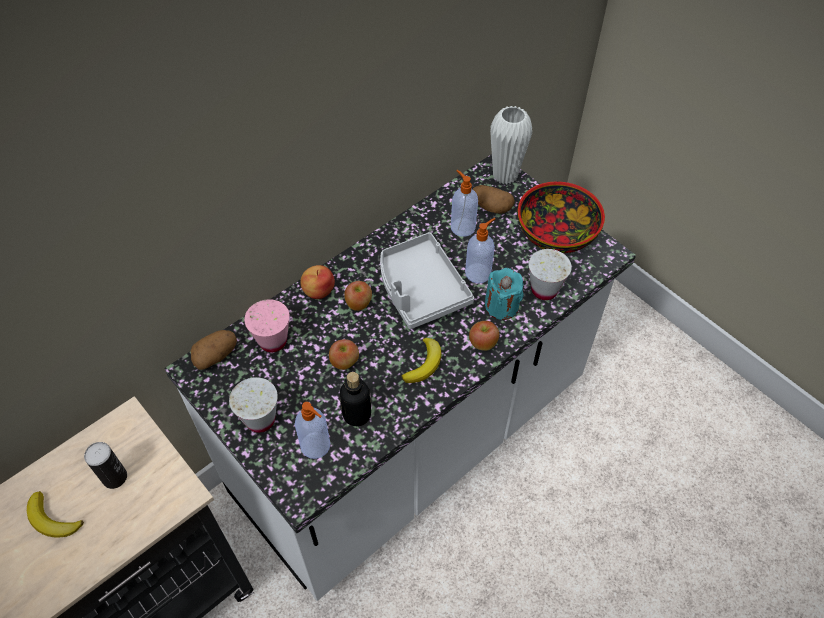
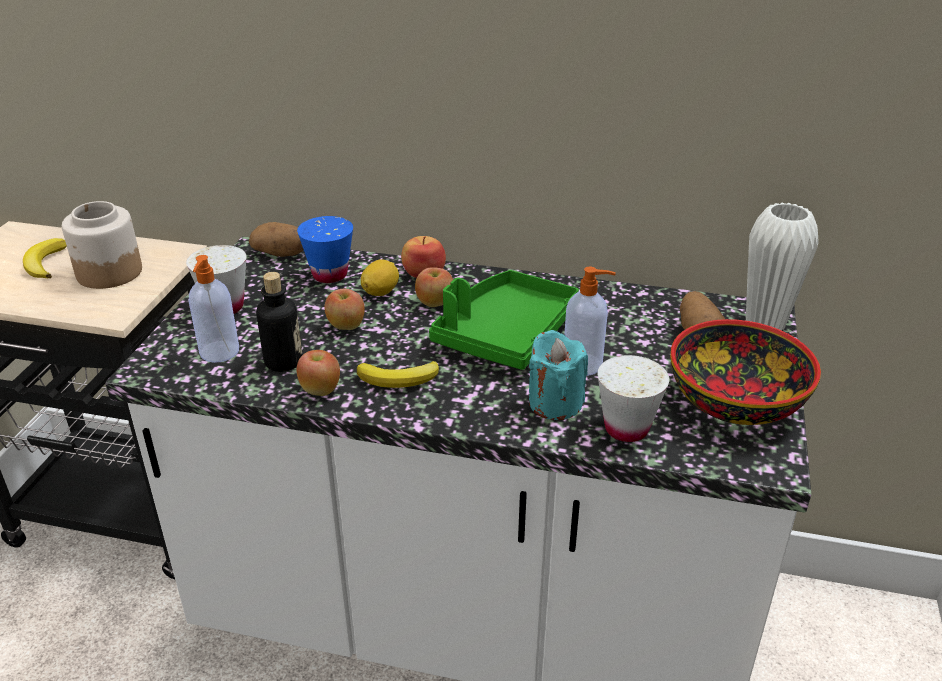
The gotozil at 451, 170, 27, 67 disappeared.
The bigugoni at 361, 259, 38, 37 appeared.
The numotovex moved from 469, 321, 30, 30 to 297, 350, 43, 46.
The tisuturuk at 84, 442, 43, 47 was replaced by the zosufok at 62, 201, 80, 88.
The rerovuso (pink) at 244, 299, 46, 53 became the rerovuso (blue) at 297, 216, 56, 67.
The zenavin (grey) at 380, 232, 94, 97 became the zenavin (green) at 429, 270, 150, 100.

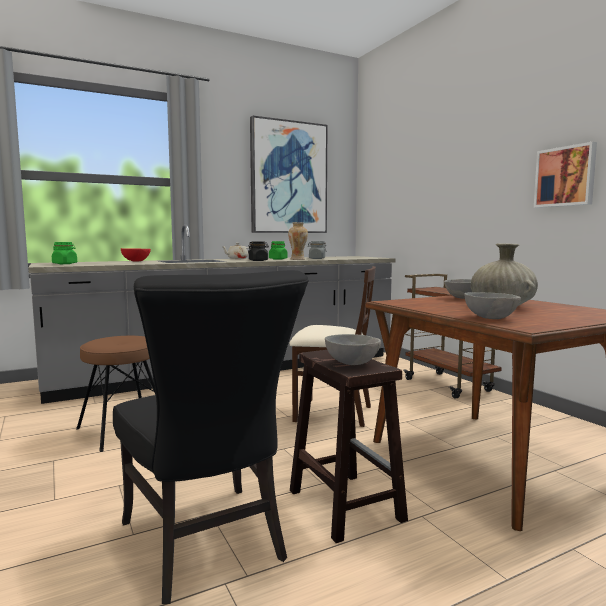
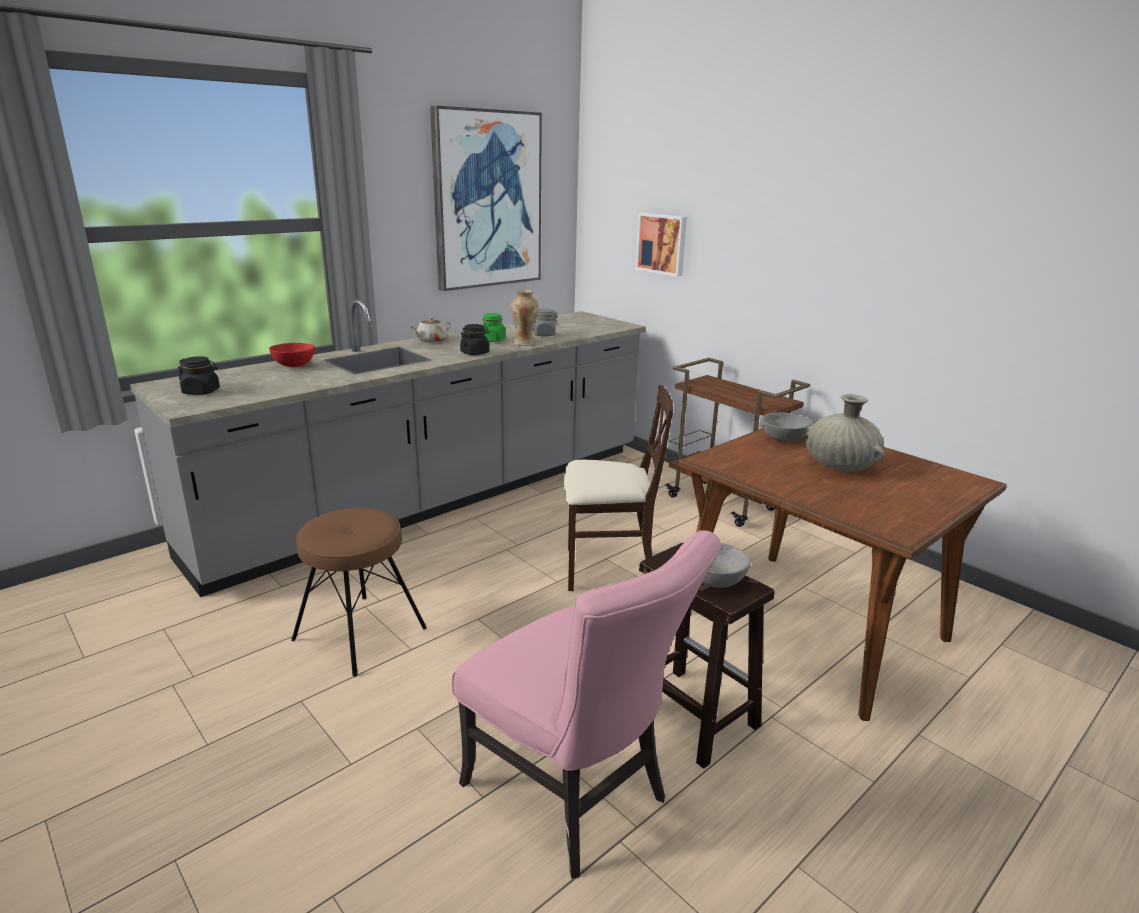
The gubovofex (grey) at 465, 292, 56, 27 disappeared.
The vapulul moved from 534, 142, 63, 66 to 636, 213, 51, 64.
The zosufok (green) at 52, 242, 25, 22 became the zosufok (black) at 178, 356, 42, 39.
The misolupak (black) at 113, 270, 196, 334 became the misolupak (pink) at 452, 530, 270, 349.

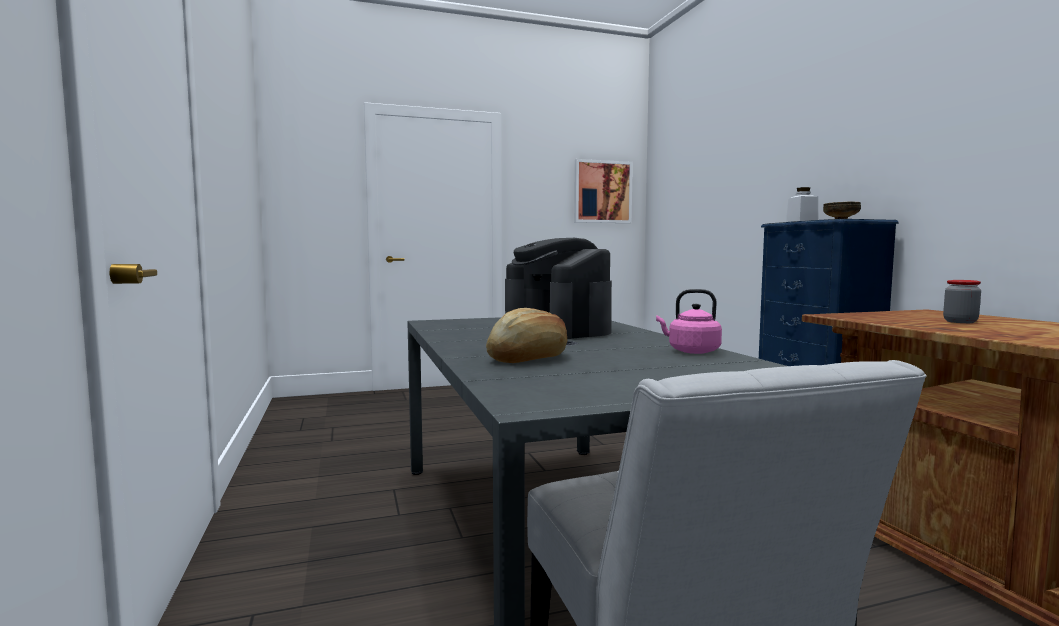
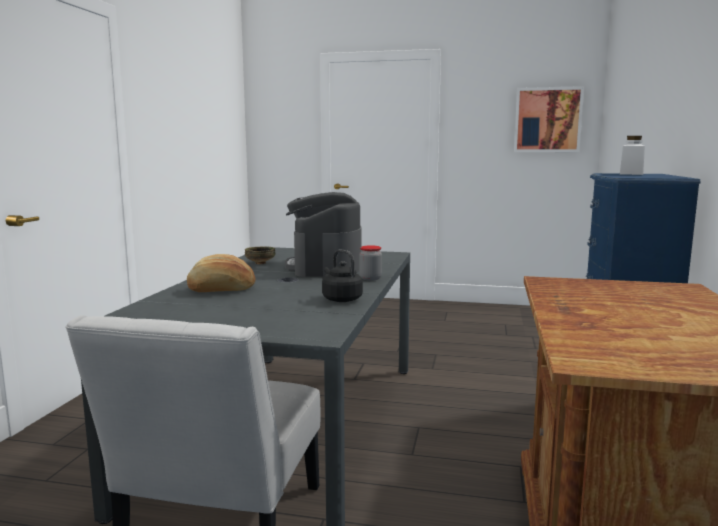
The gubovofex moved from 823, 201, 38, 18 to 245, 247, 30, 17.
The zosufok moved from 943, 280, 38, 43 to 360, 245, 22, 36.
The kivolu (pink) at 656, 289, 66, 65 became the kivolu (black) at 322, 250, 41, 52.

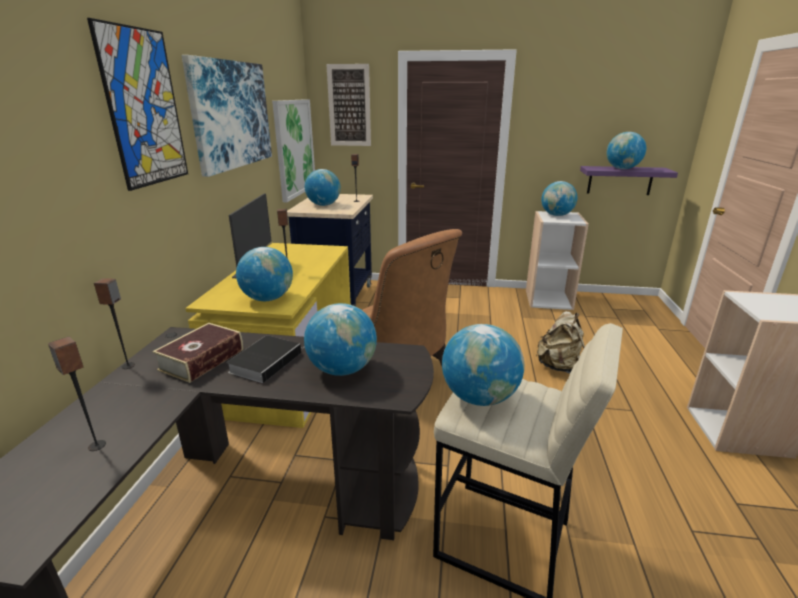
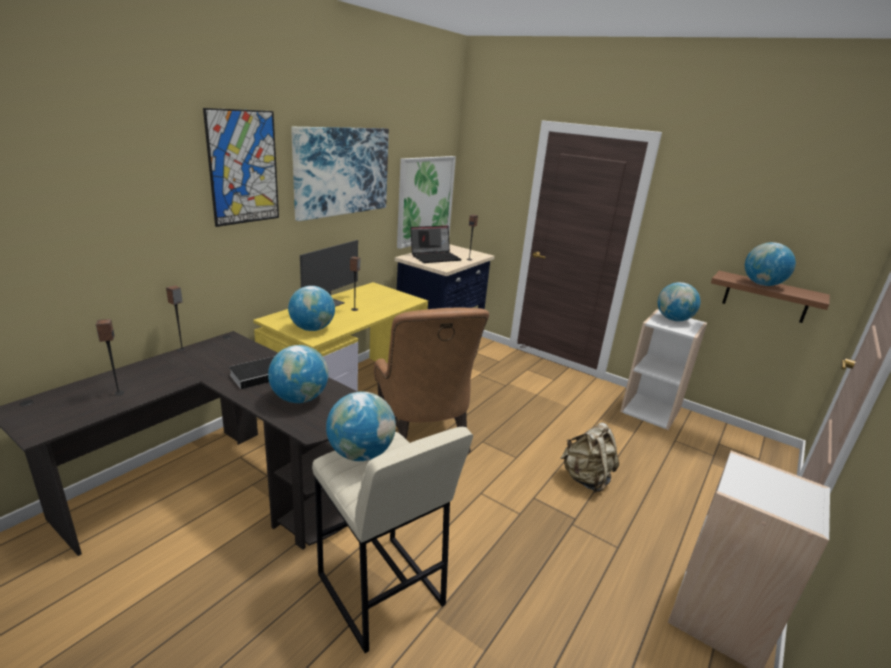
The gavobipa at 152, 323, 91, 60 disappeared.
The vapulul at 326, 64, 45, 82 disappeared.
The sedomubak at 305, 169, 36, 37 was replaced by the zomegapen at 410, 226, 52, 37.
The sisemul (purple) at 580, 166, 98, 29 became the sisemul (brown) at 711, 271, 119, 52.

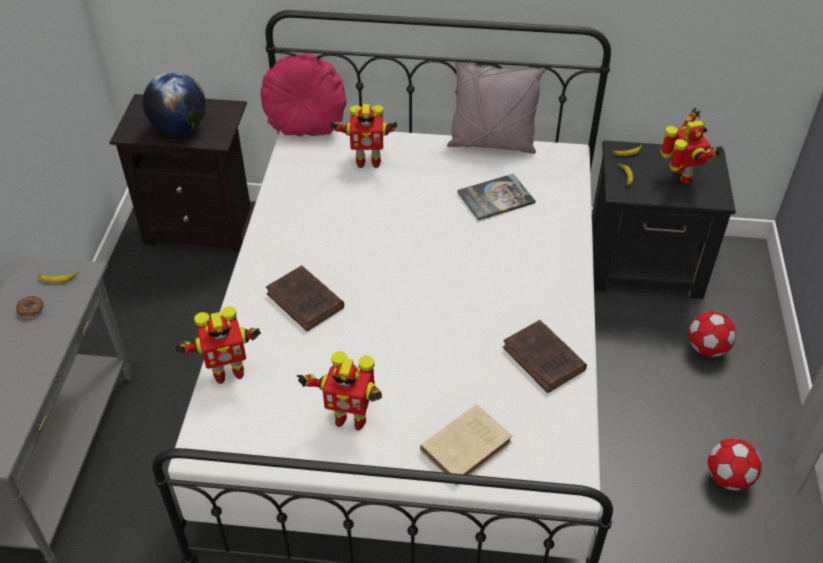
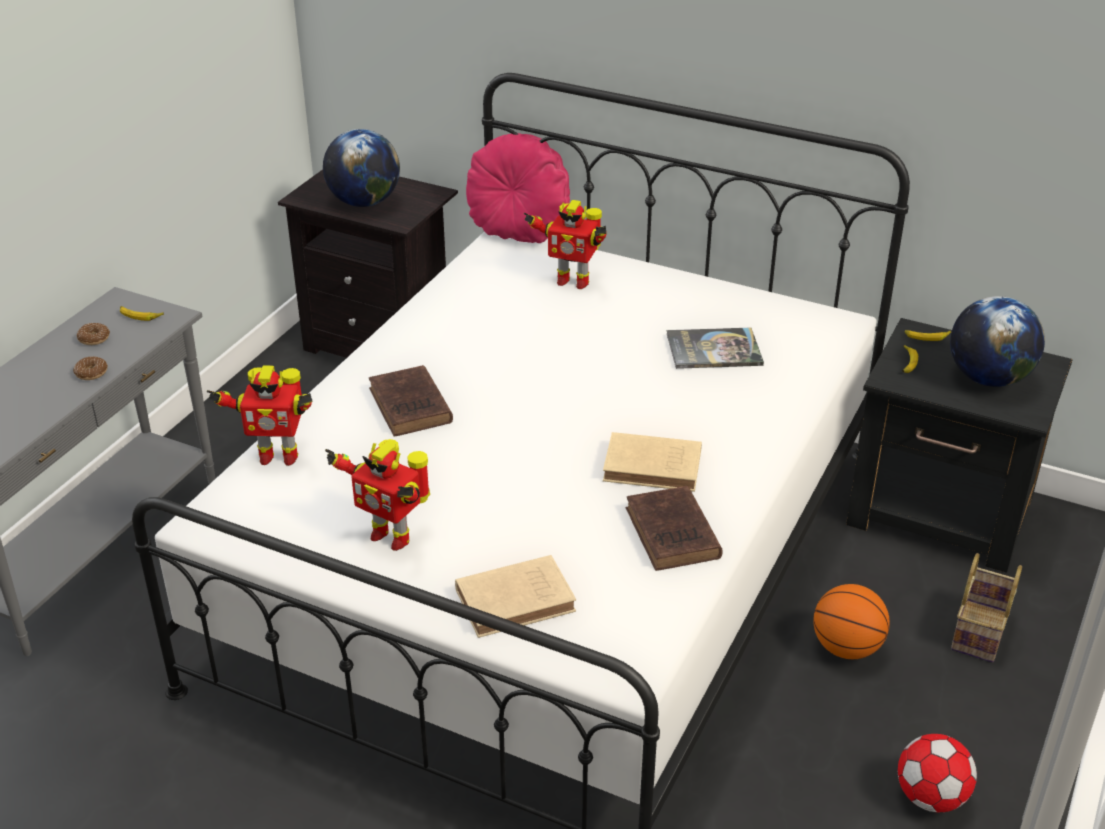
The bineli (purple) at 447, 62, 98, 92 disappeared.
The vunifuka at 73, 357, 35, 23 appeared.
The gavobipa (beige) at 603, 432, 99, 60 appeared.
The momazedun at 813, 584, 77, 75 appeared.
The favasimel at 660, 108, 62, 76 was replaced by the sedomubak at 950, 296, 95, 91.
The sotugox at 689, 311, 47, 46 was replaced by the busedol at 951, 553, 71, 109.

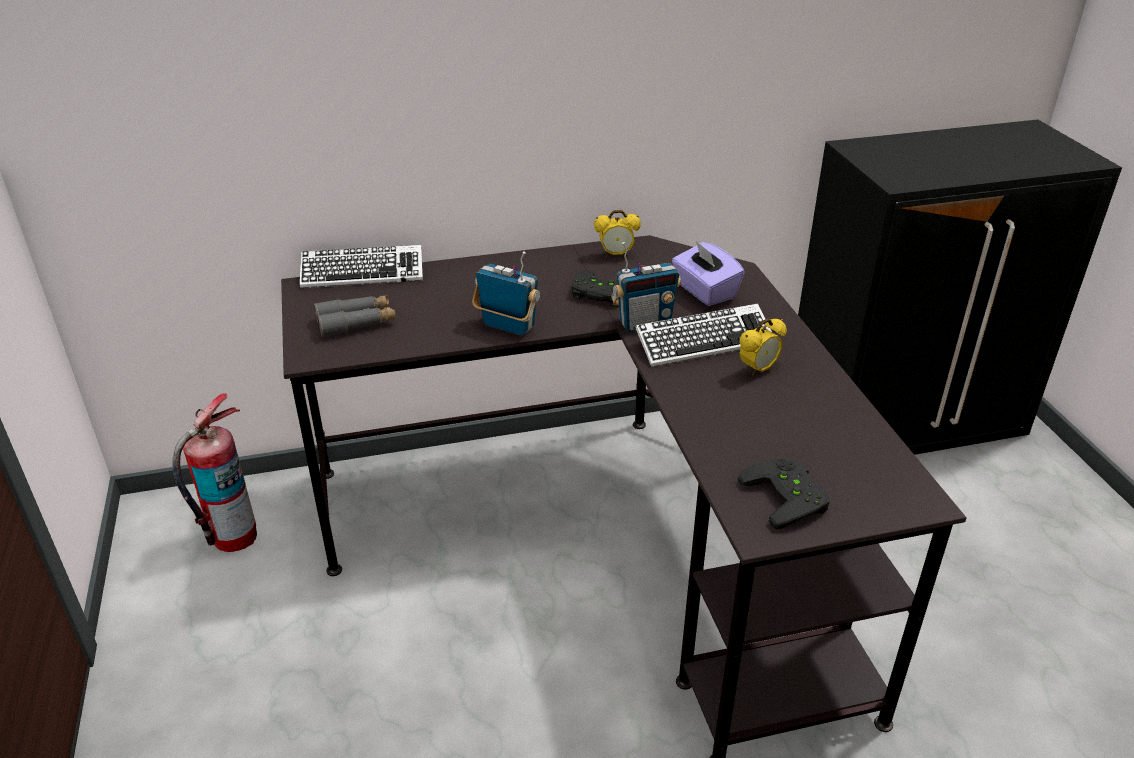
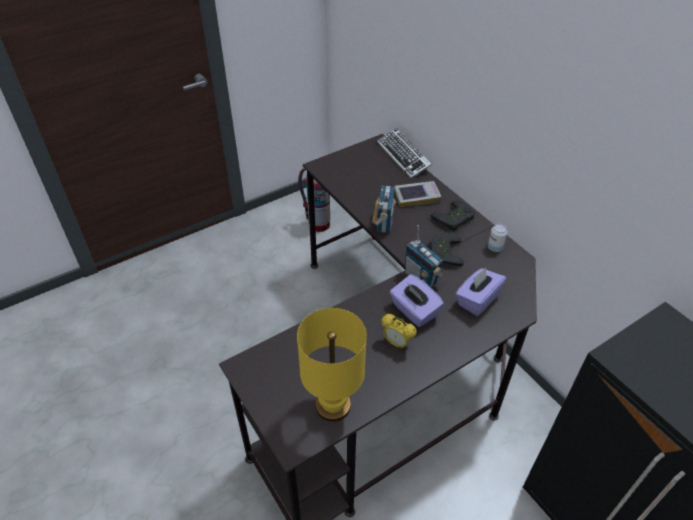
The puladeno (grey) at 314, 295, 82, 42 disappeared.
The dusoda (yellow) at 297, 308, 70, 114 appeared.
The gavobipa at 394, 181, 47, 26 appeared.
The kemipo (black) moved from 738, 458, 92, 71 to 431, 200, 44, 31.
The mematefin at 594, 210, 47, 47 was replaced by the tisuturuk at 488, 224, 20, 28.
The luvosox at 635, 303, 137, 64 was replaced by the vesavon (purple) at 390, 274, 54, 53.

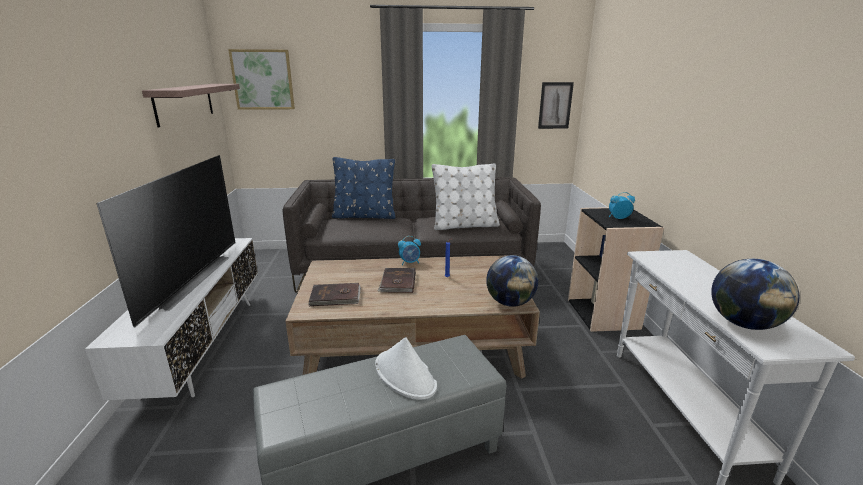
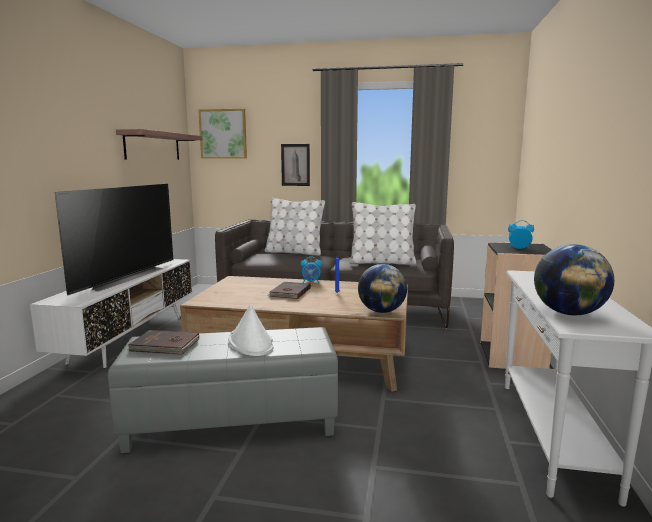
The gavobipa (brown) moved from 308, 283, 53, 23 to 128, 330, 71, 25.
The vapulul moved from 538, 82, 36, 47 to 281, 144, 29, 42.
The bineli (blue) at 332, 157, 63, 62 became the bineli (white) at 264, 198, 61, 57.

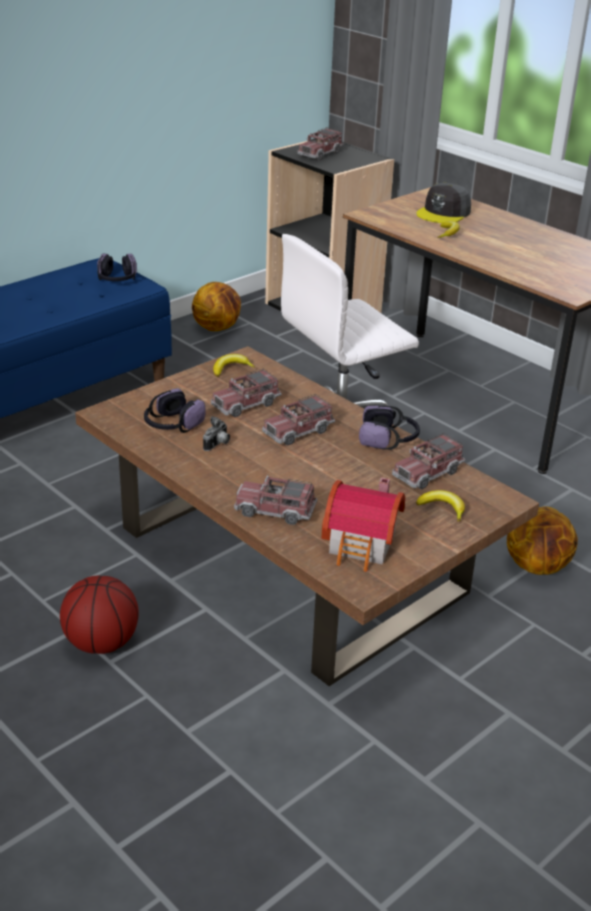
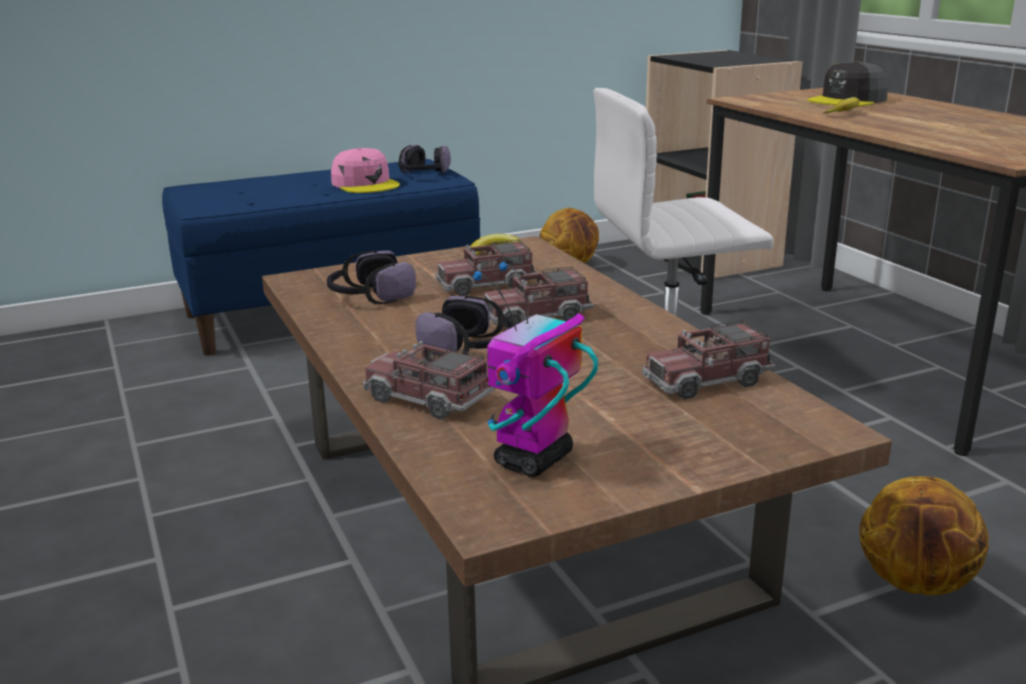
The momazedun at 60, 576, 79, 78 disappeared.
The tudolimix at 203, 416, 27, 35 disappeared.
The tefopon at 297, 127, 47, 33 disappeared.
The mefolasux at 416, 490, 49, 32 disappeared.
The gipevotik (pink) at 331, 148, 69, 45 appeared.
The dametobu moved from 359, 406, 61, 44 to 415, 296, 102, 61.
The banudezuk at 321, 477, 84, 95 was replaced by the favasimel at 473, 261, 125, 216.

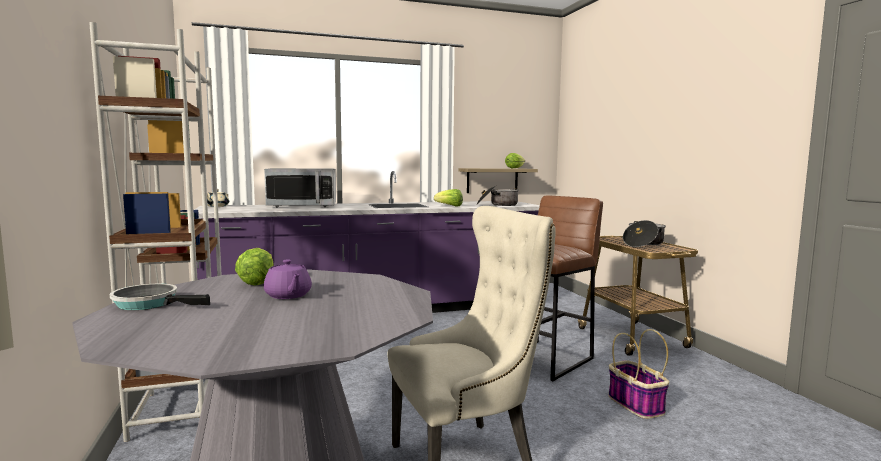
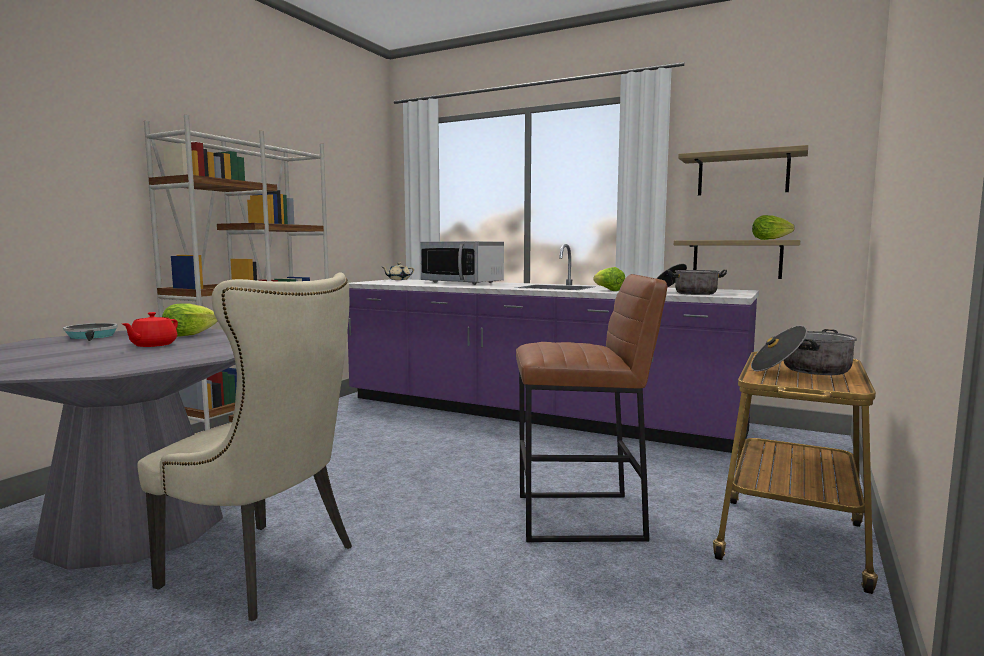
The busedol at 608, 329, 61, 90 disappeared.
The sisemul at 678, 145, 130, 50 appeared.
The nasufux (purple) at 263, 259, 49, 40 became the nasufux (red) at 123, 312, 55, 35.

